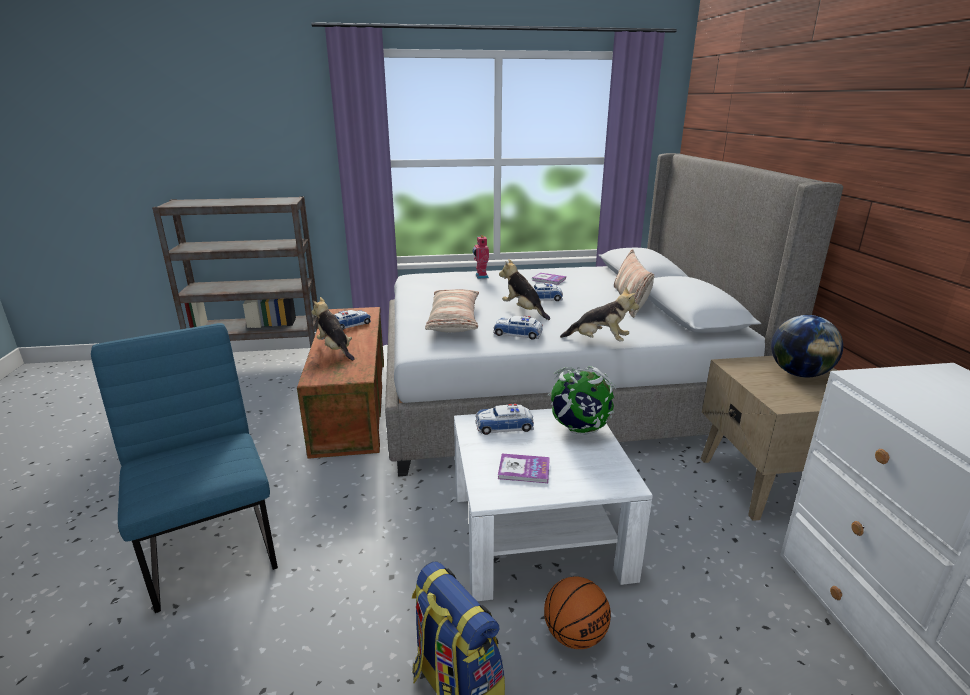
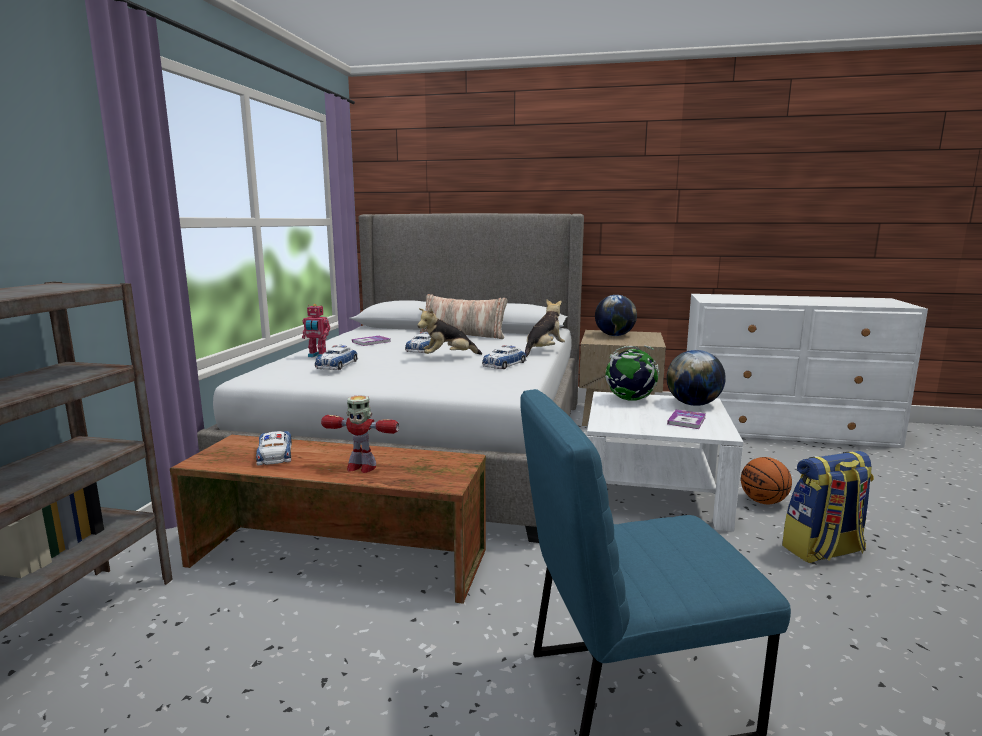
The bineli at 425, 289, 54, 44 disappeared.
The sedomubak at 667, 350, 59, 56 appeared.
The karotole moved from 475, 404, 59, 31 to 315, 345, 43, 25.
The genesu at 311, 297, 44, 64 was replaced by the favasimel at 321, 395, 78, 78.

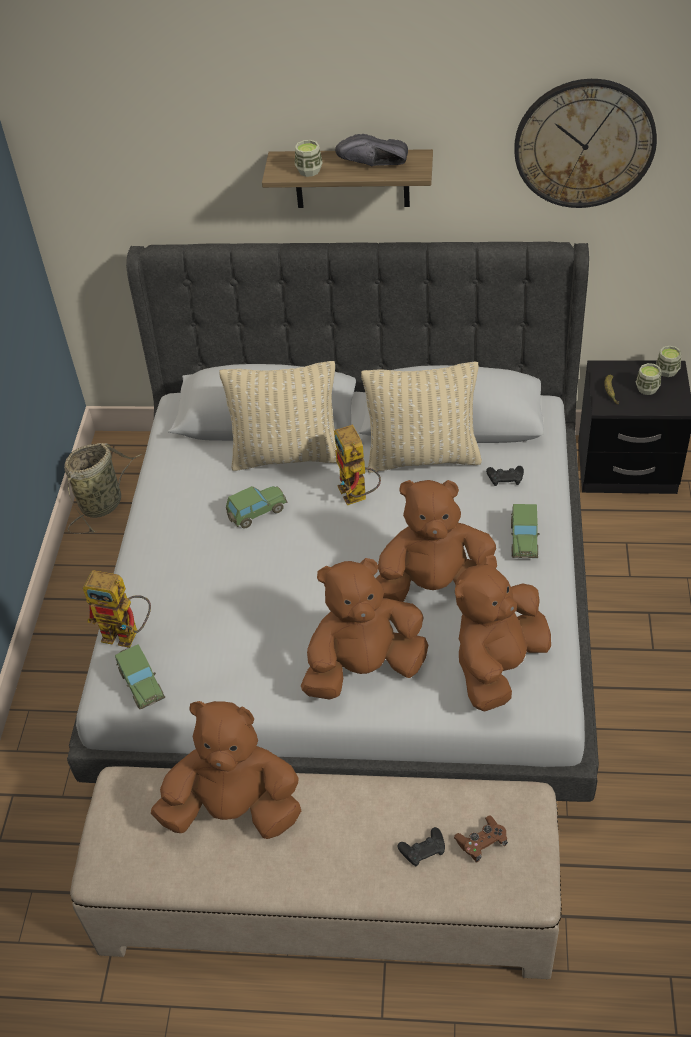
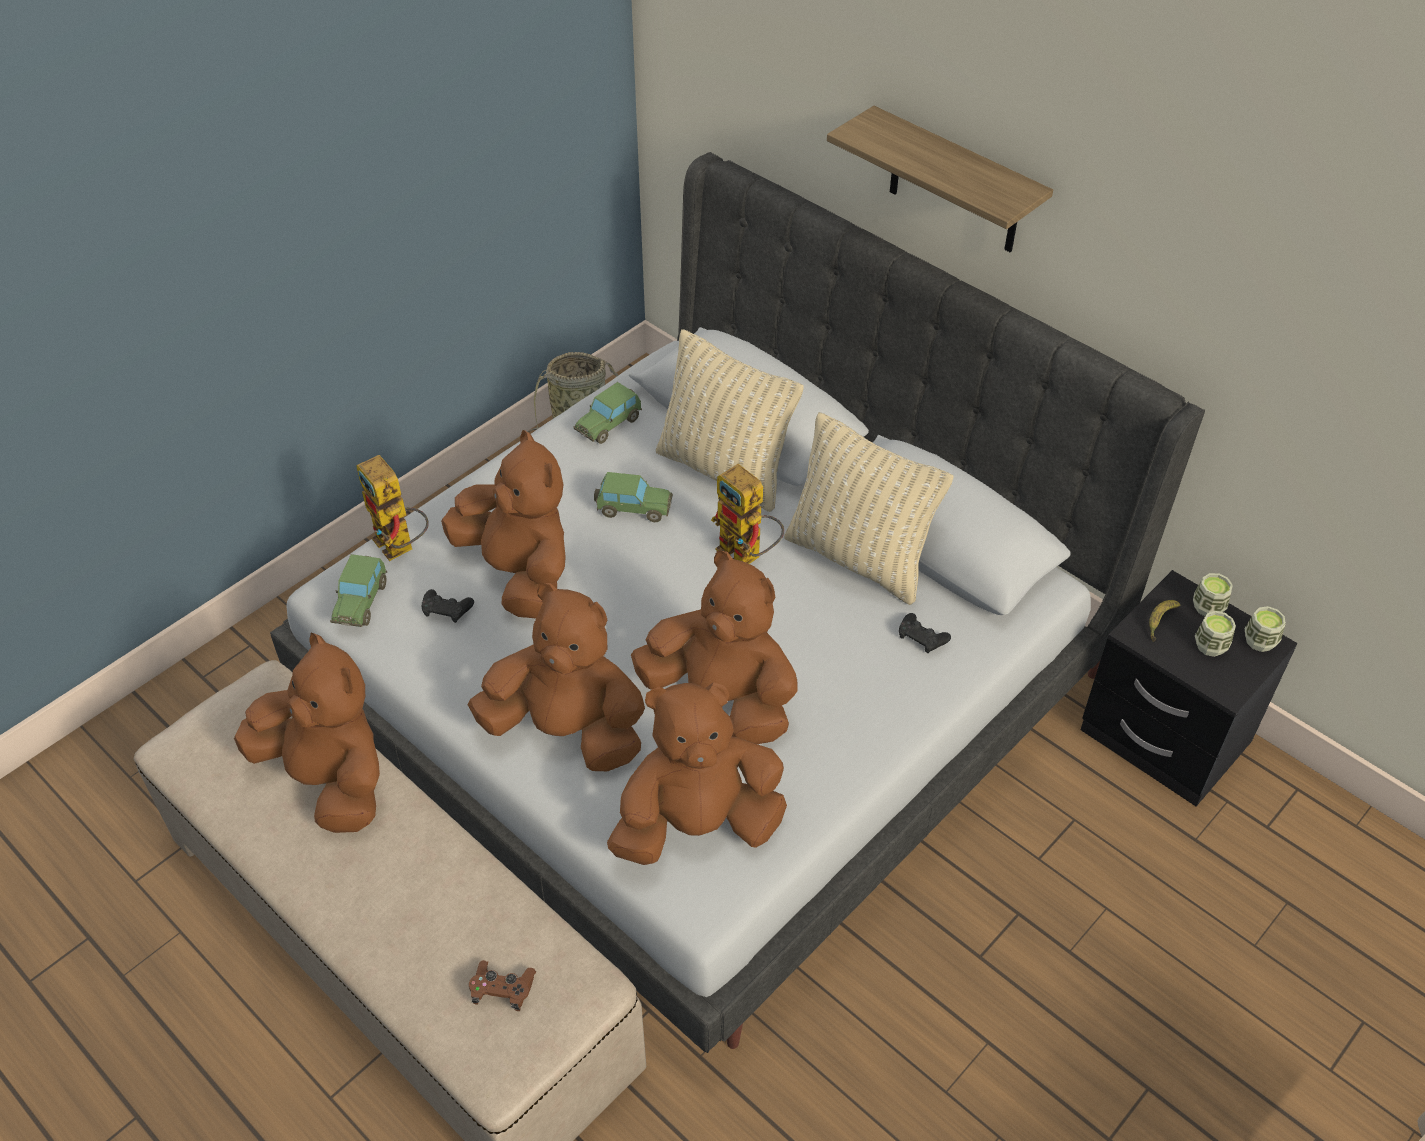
The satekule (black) at 335, 134, 73, 32 disappeared.
The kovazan at 514, 79, 143, 129 disappeared.
The genesu (brown) at 441, 430, 124, 188 appeared.
The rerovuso moved from 295, 140, 28, 37 to 1193, 573, 40, 43.
The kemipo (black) moved from 398, 827, 47, 39 to 422, 589, 52, 34.
The karotole moved from 511, 504, 29, 54 to 573, 382, 69, 62.
The favasimel at 334, 425, 47, 80 turned 60 degrees counterclockwise.

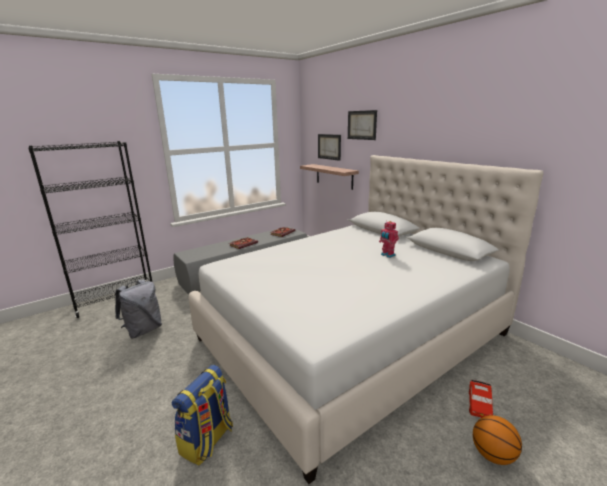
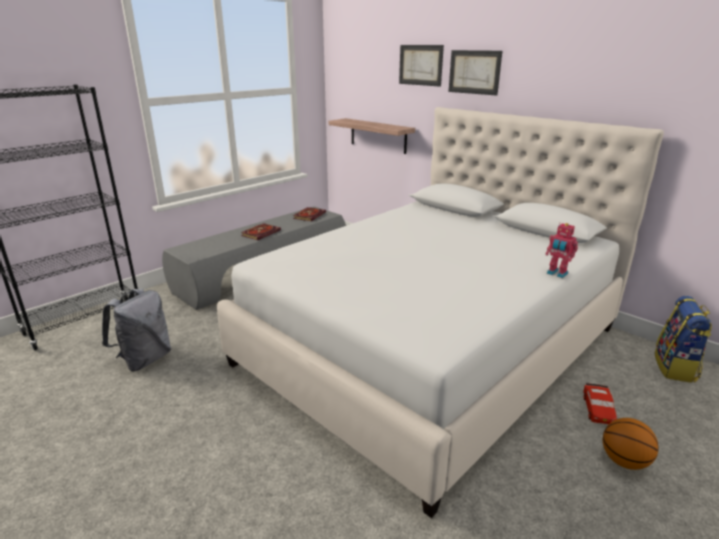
The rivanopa moved from 172, 365, 61, 101 to 655, 296, 57, 87.
The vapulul moved from 318, 134, 23, 27 to 449, 50, 53, 46.
The favasimel moved from 379, 221, 20, 37 to 546, 223, 32, 55.

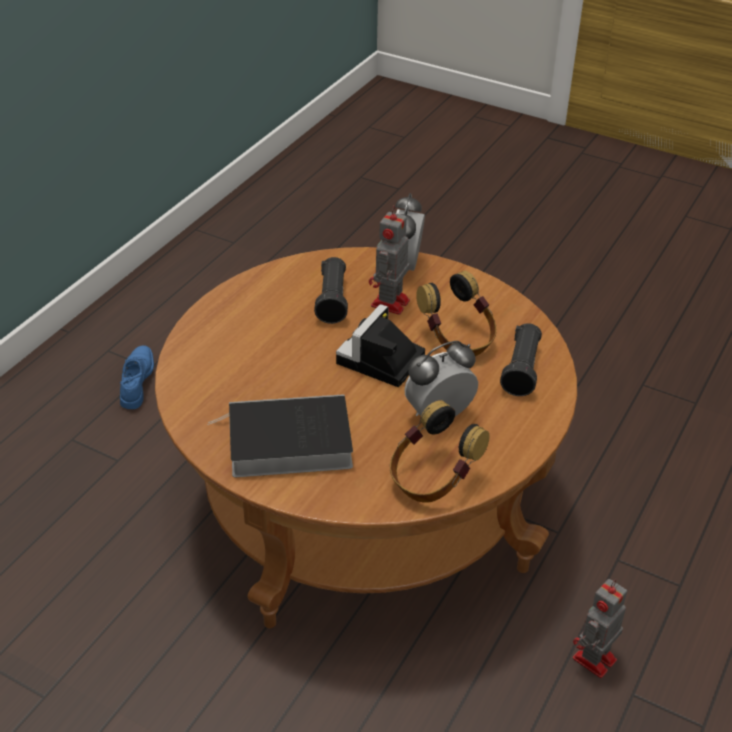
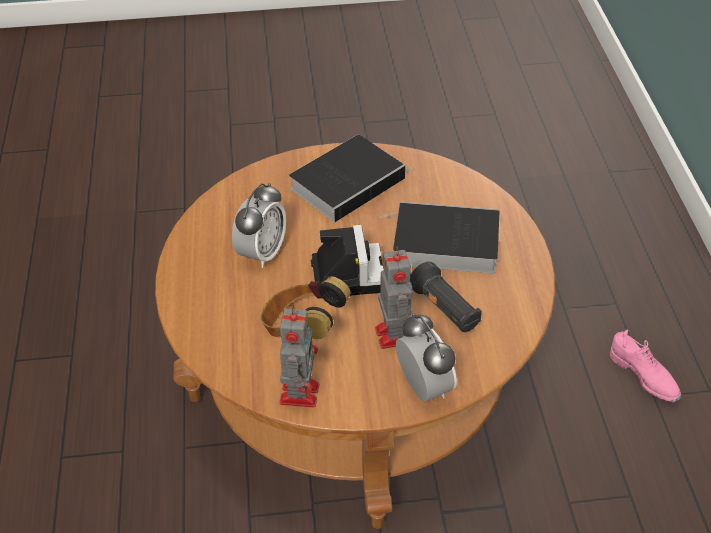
The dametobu at 390, 400, 100, 103 disappeared.
The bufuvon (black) at 500, 323, 42, 73 disappeared.
The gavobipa at 380, 202, 120, 71 appeared.
The favasimel moved from 573, 579, 54, 99 to 280, 305, 39, 102.
The satekule (blue) at 120, 345, 34, 64 became the satekule (pink) at 610, 330, 71, 73.

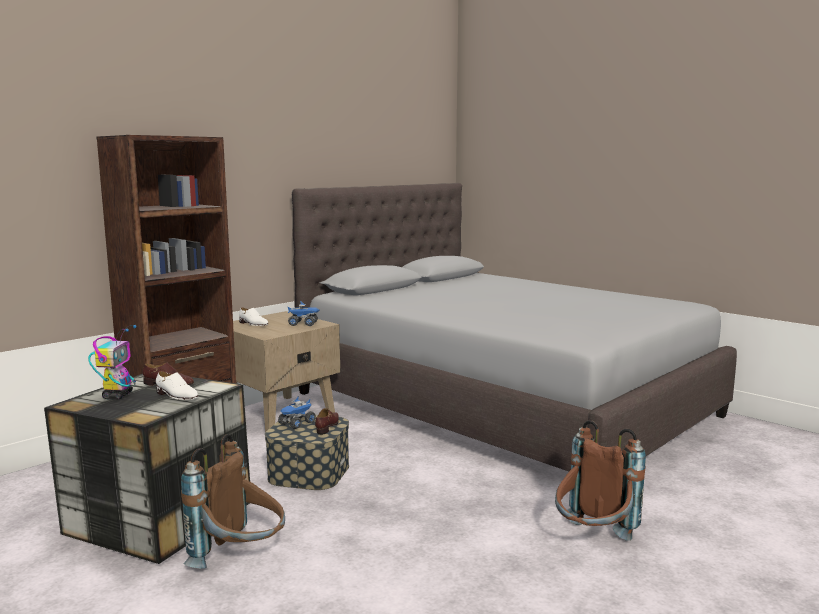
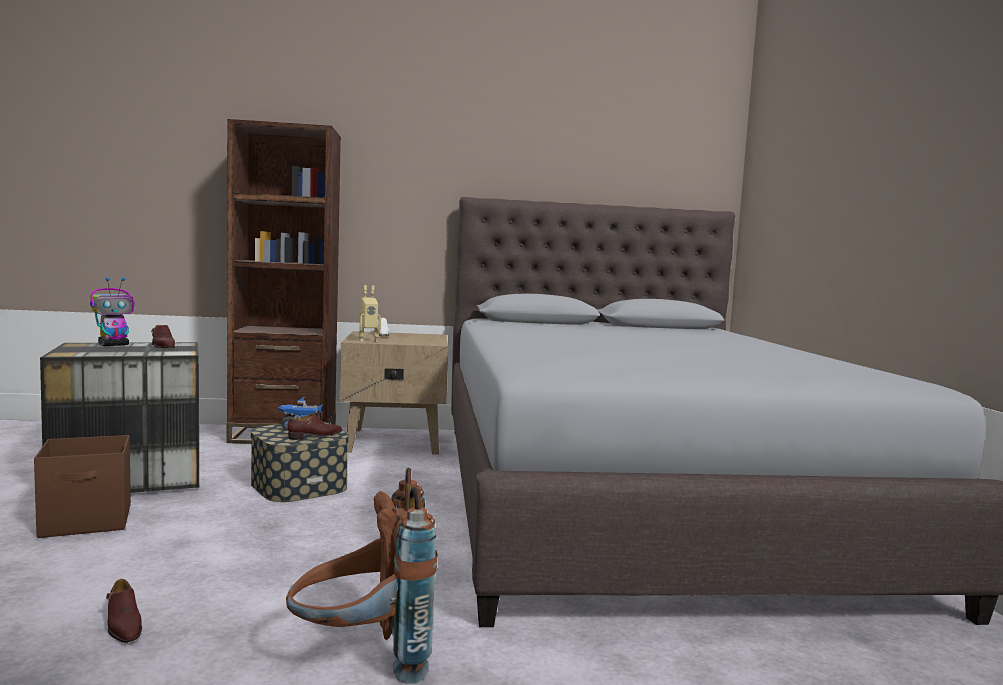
The satekule (white) at 156, 371, 42, 29 disappeared.
The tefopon at 287, 301, 32, 25 disappeared.
The satekule (brown) at 106, 579, 36, 64 appeared.
The favasimel at 359, 285, 22, 57 appeared.
The rivanopa (brown) at 181, 434, 104, 135 was replaced by the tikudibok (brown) at 34, 435, 97, 103.

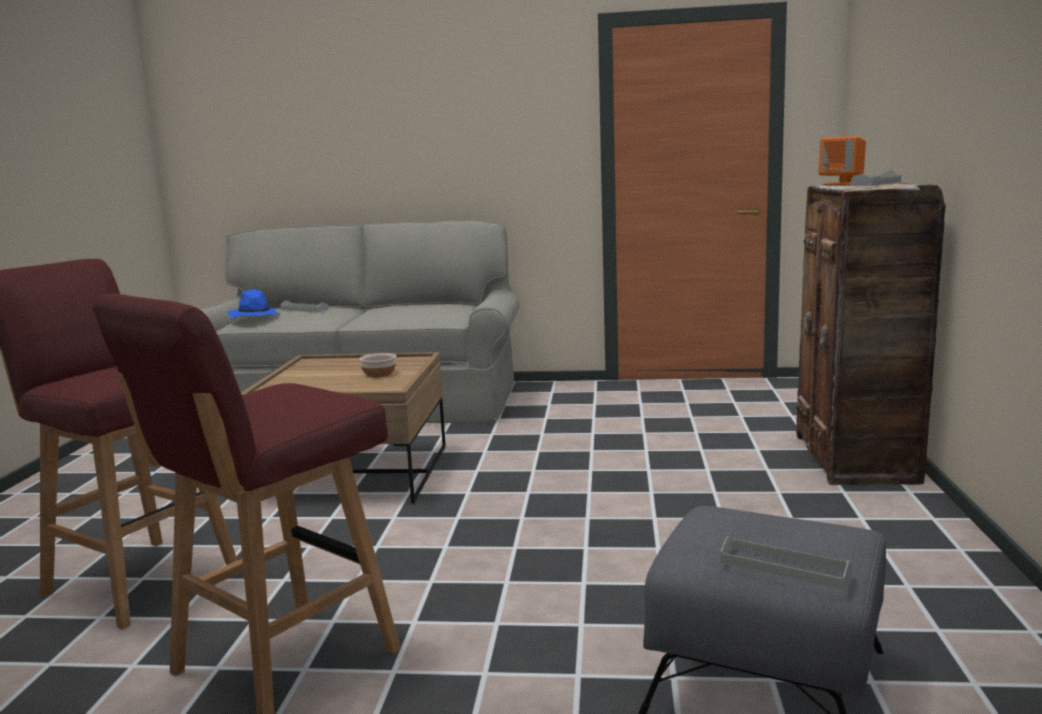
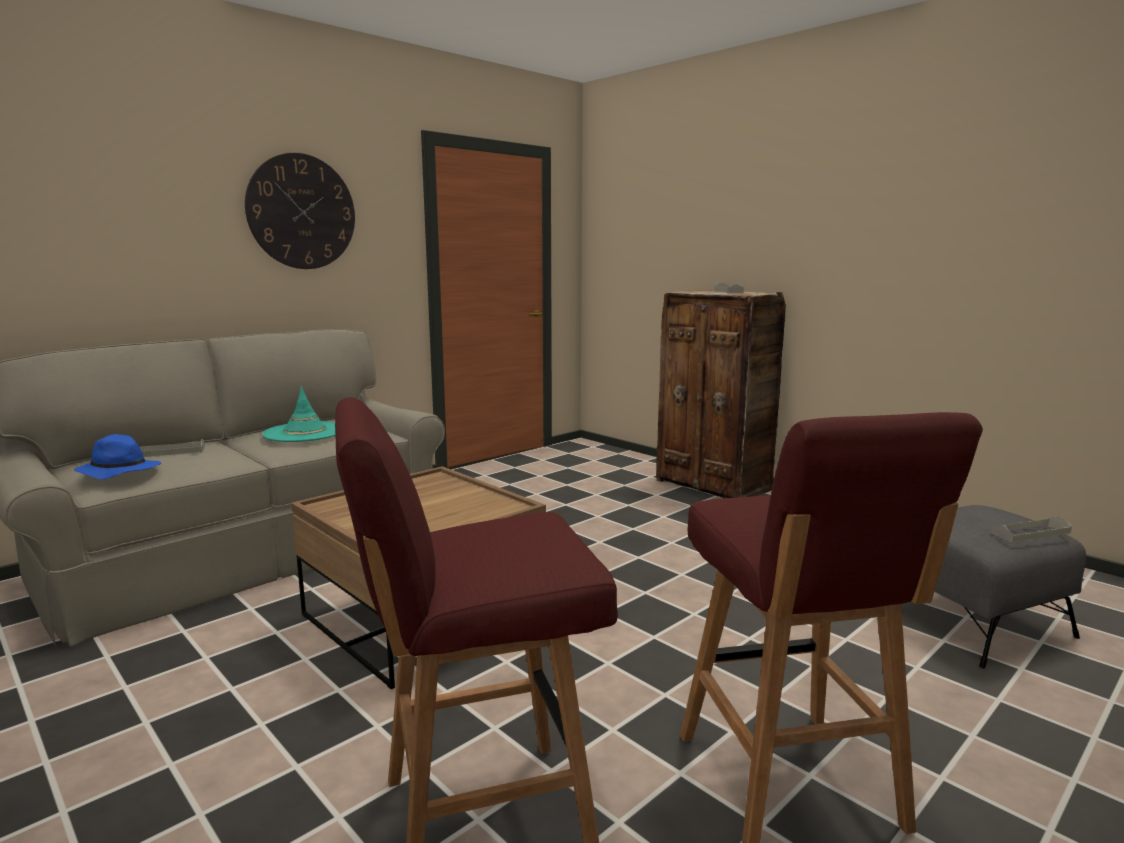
The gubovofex at 360, 353, 36, 25 disappeared.
The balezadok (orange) at 818, 136, 48, 49 disappeared.
The kovazan at 245, 153, 110, 116 appeared.
The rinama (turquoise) at 262, 386, 73, 56 appeared.

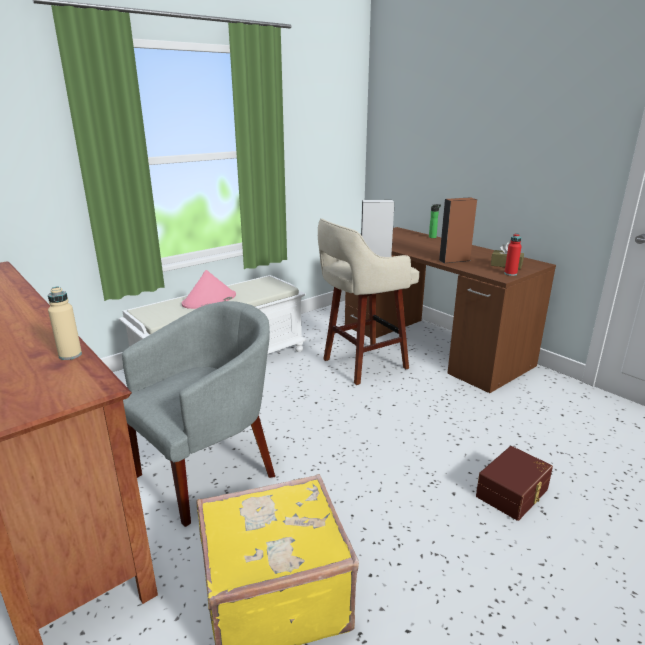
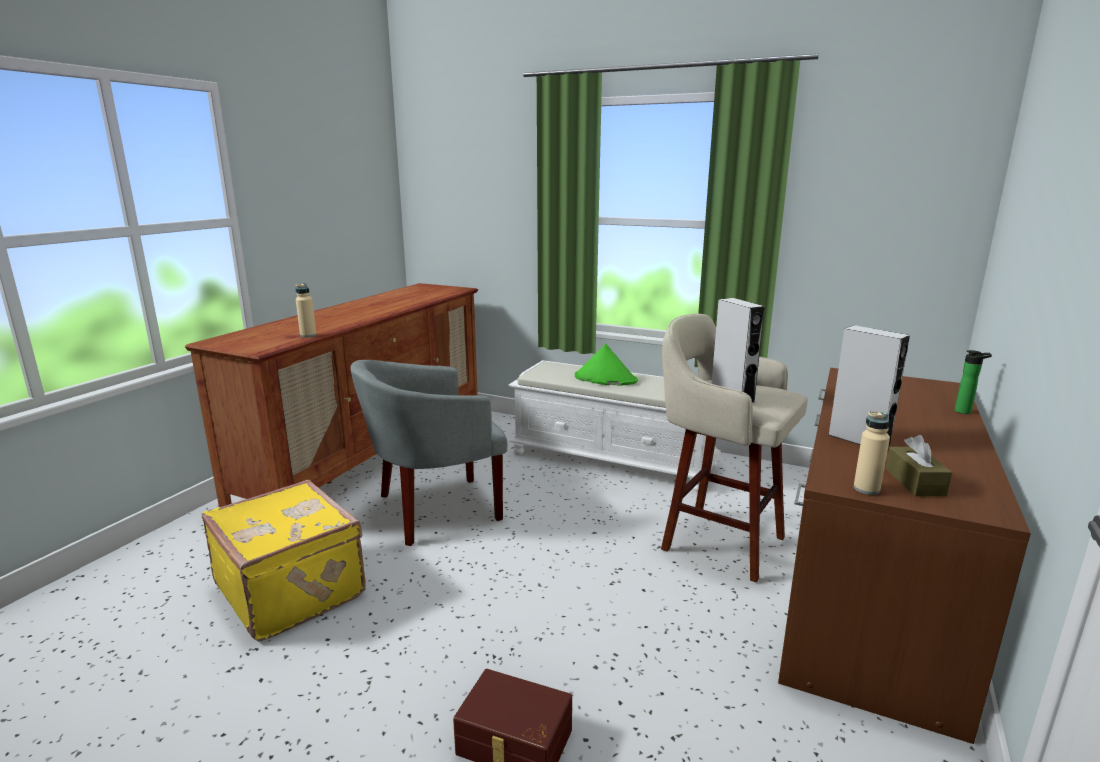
The rinama (pink) at 182, 270, 54, 39 became the rinama (green) at 575, 344, 63, 41.
The balezadok (brown) at 439, 197, 38, 66 became the balezadok (grey) at 828, 325, 82, 122.
The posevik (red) at 504, 233, 18, 43 became the posevik (beige) at 853, 411, 37, 84.
The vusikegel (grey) at 122, 301, 153, 226 turned 135 degrees clockwise.

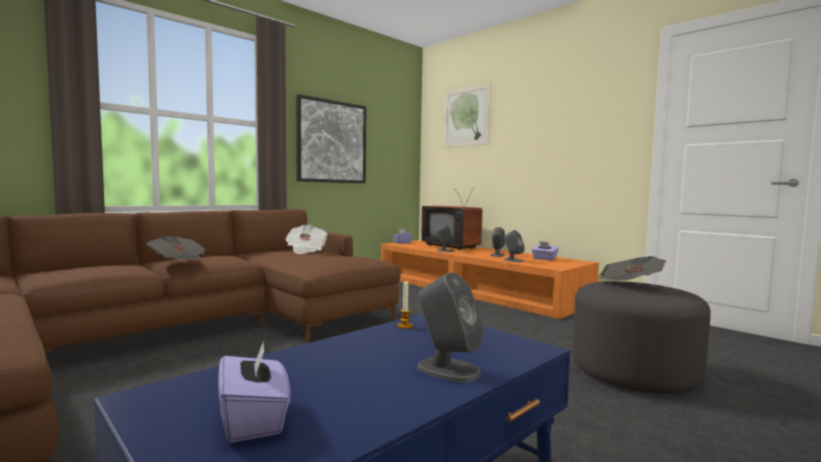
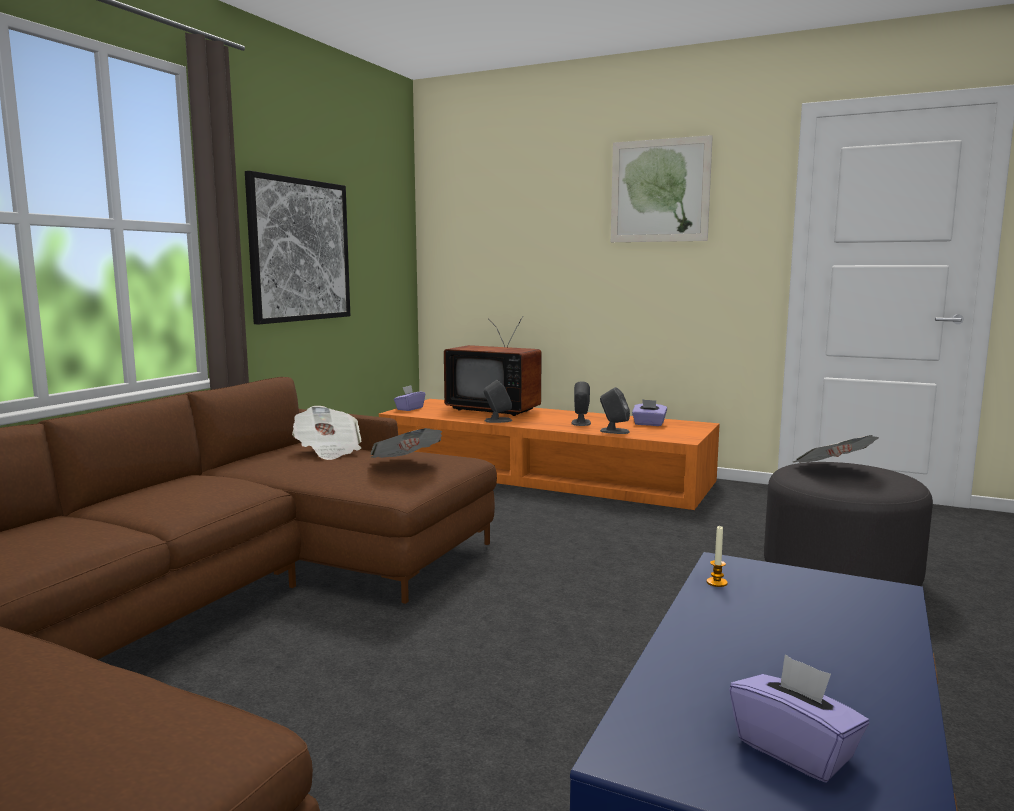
The balezadok (grey) at 417, 272, 66, 111 disappeared.
The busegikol moved from 146, 236, 59, 24 to 370, 428, 72, 30.
The vapulul moved from 444, 83, 47, 64 to 611, 135, 102, 107.

